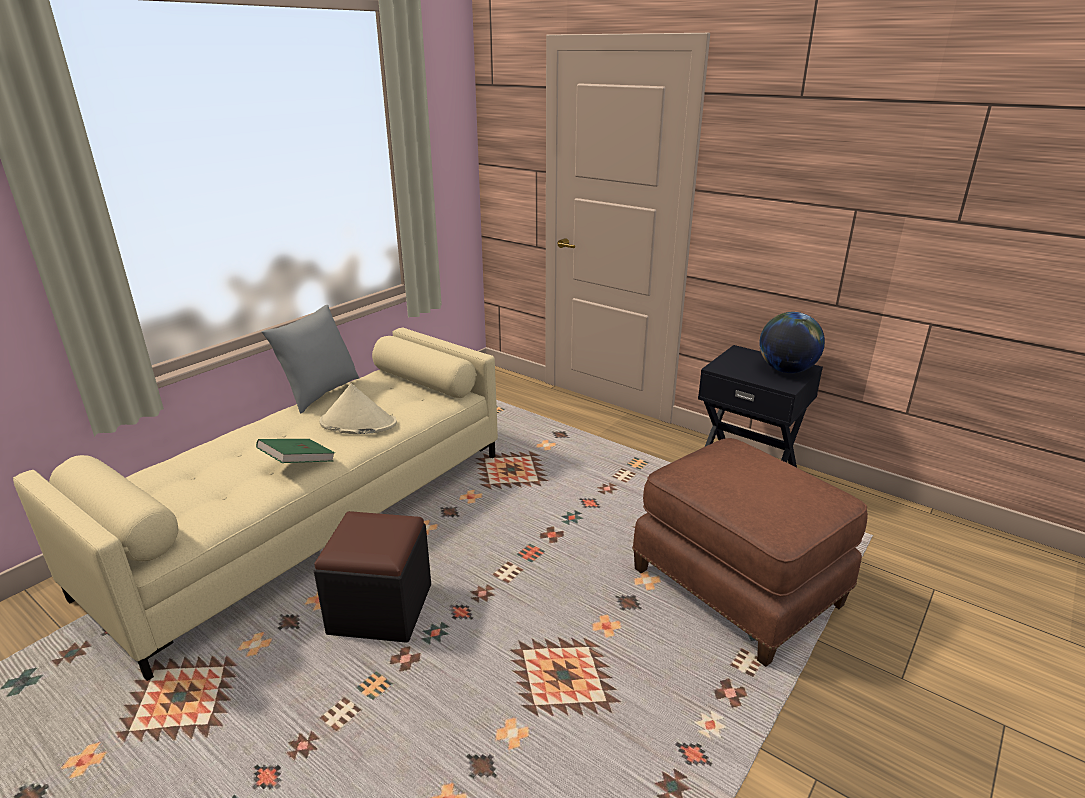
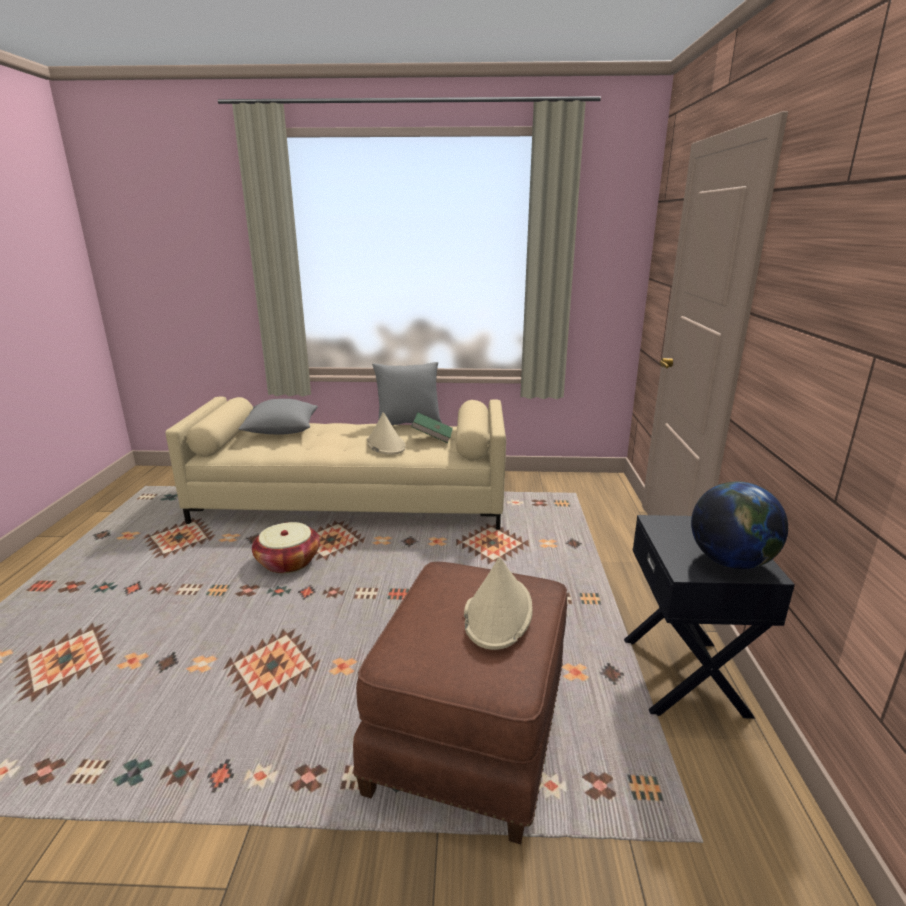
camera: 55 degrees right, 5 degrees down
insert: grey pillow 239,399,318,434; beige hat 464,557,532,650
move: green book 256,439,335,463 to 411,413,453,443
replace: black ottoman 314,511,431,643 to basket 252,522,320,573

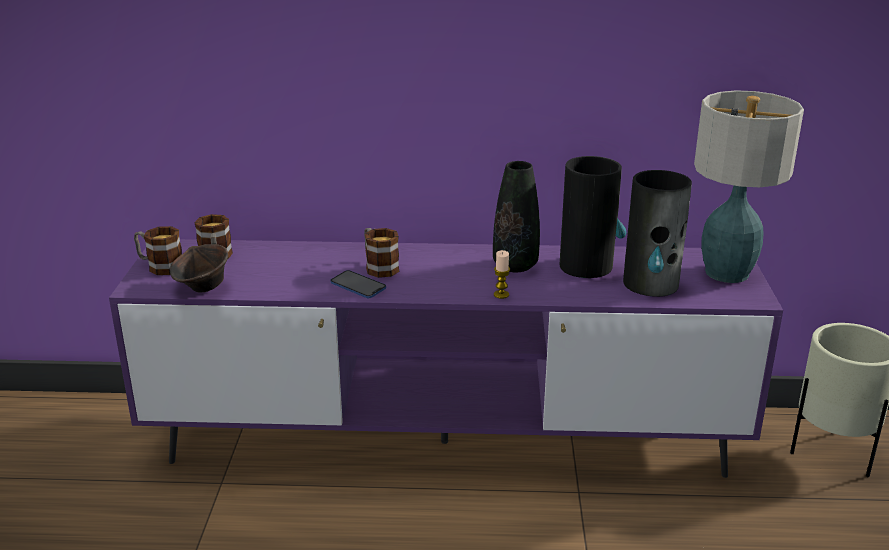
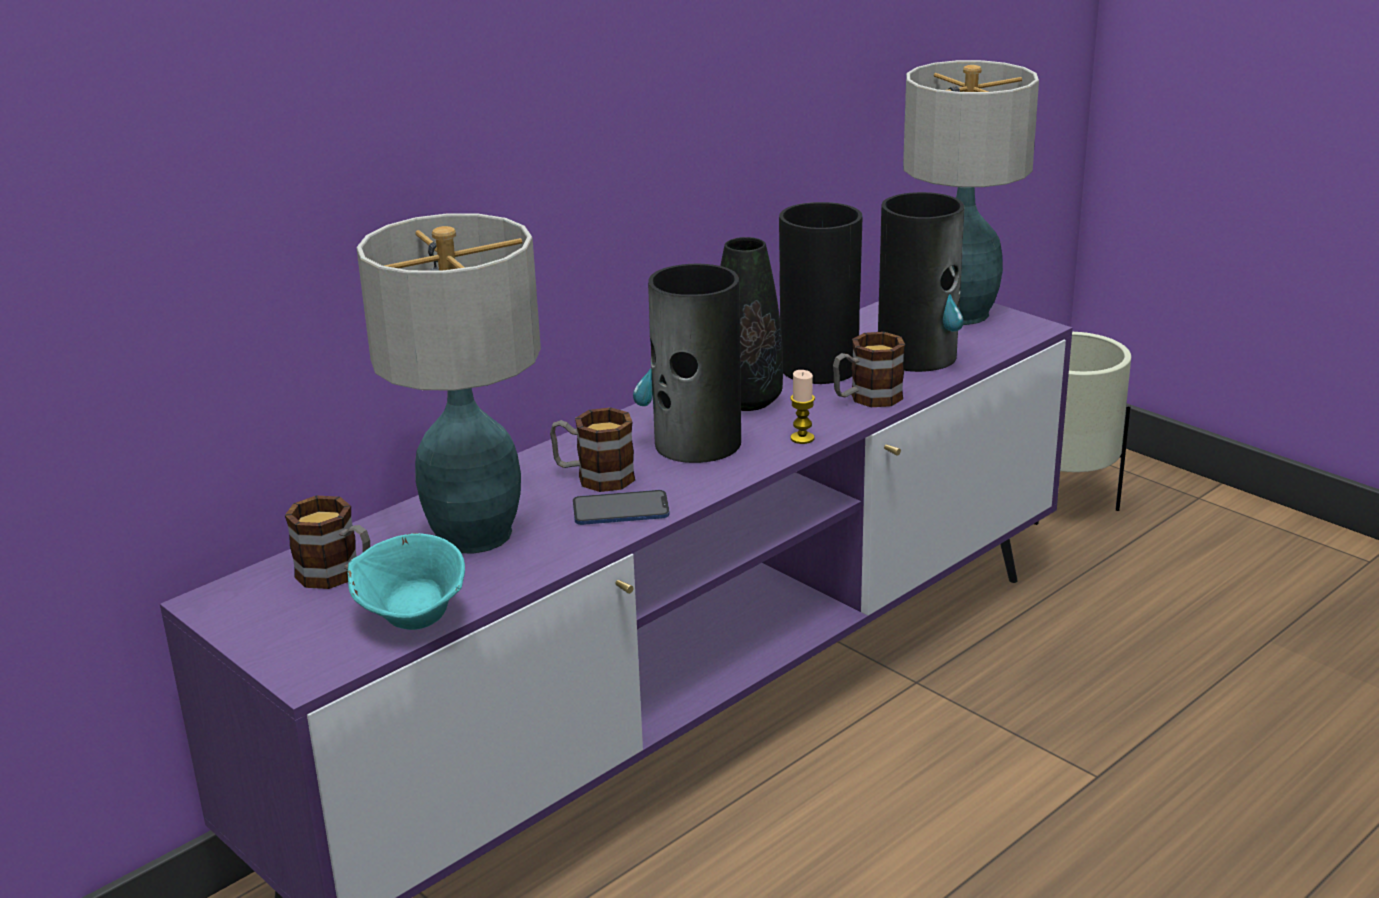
camera: 45 degrees left, 0 degrees up
insert: table lamp 356,213,541,554; vase 633,264,741,463
move: mug 134,226,182,275 to 833,332,905,407
recolor: brown bowl 170,244,228,293 to turquoise bowl 348,533,465,630

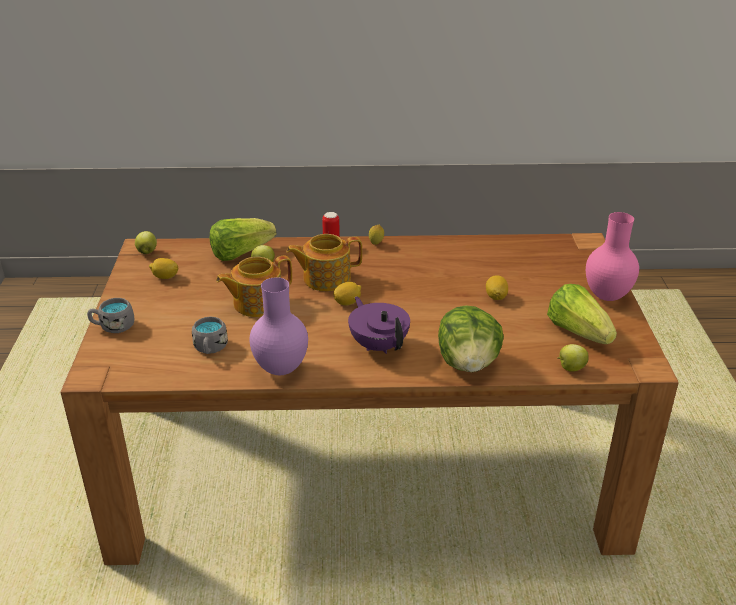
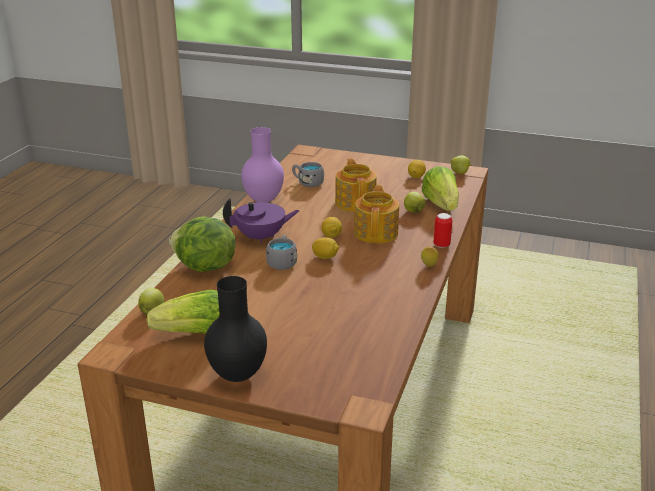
camera: 110 degrees right, 5 degrees down
move: lemon 486,275,508,300 to 312,237,339,259; grey mug 87,298,134,333 to 266,235,297,270
recolor: pink vase 586,212,639,301 to black vase 204,276,267,382

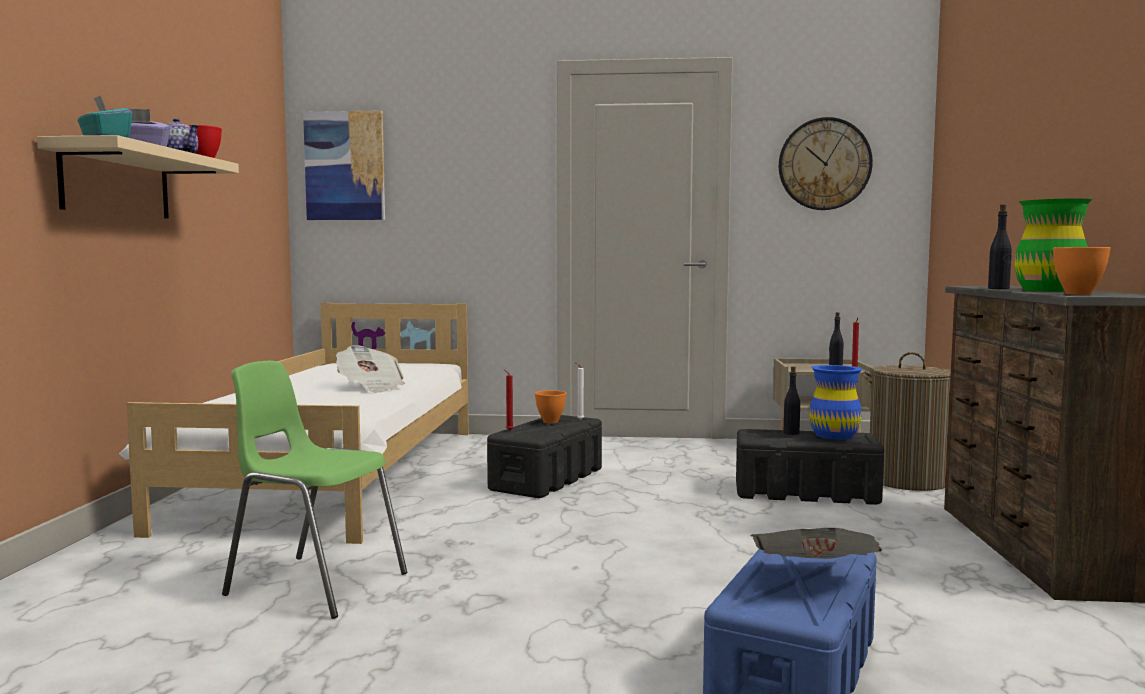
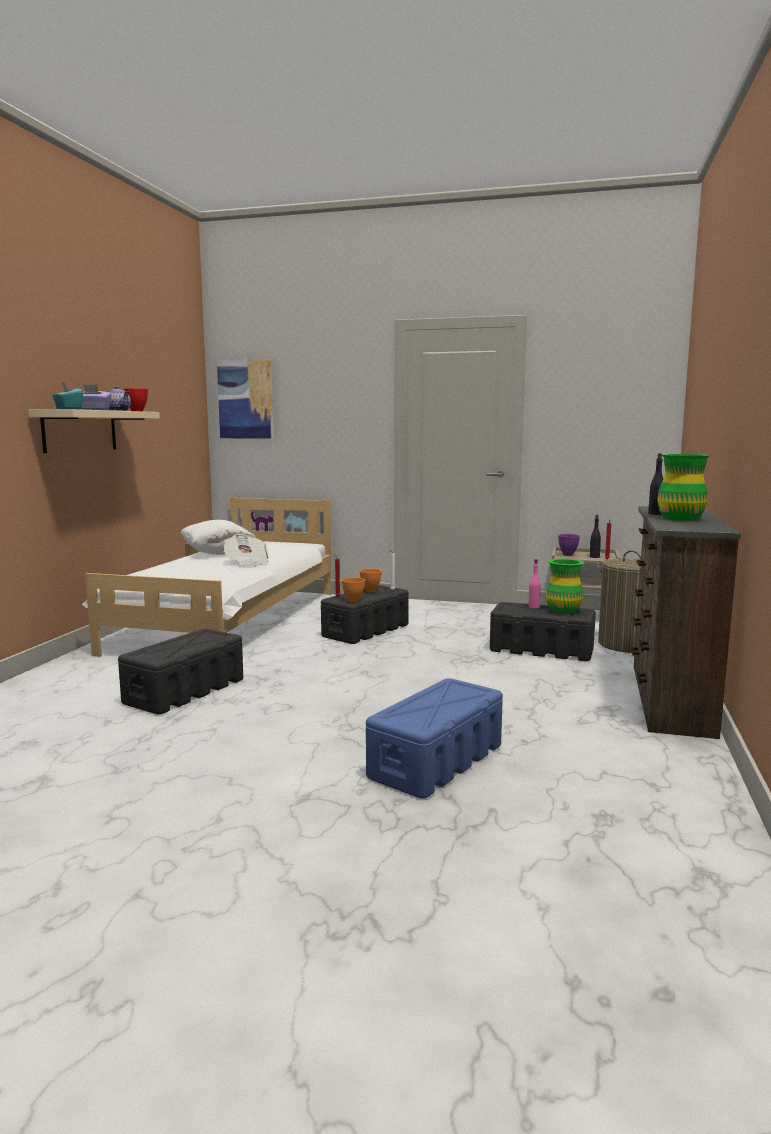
camera: 10 degrees right, 5 degrees up
delete: wall clock 779,117,873,210; newspaper 751,528,883,559
insert: white pillow 180,520,256,555; purple bowl 558,534,580,556
move: orange bowl 1053,247,1111,295 to 342,577,365,603
replace: green chair 222,361,407,619 to black storage box 118,629,243,714
recolor: blue vase 809,365,862,440 to green vase 546,559,585,614; black bottle 784,367,800,435 to pink bottle 528,559,541,608

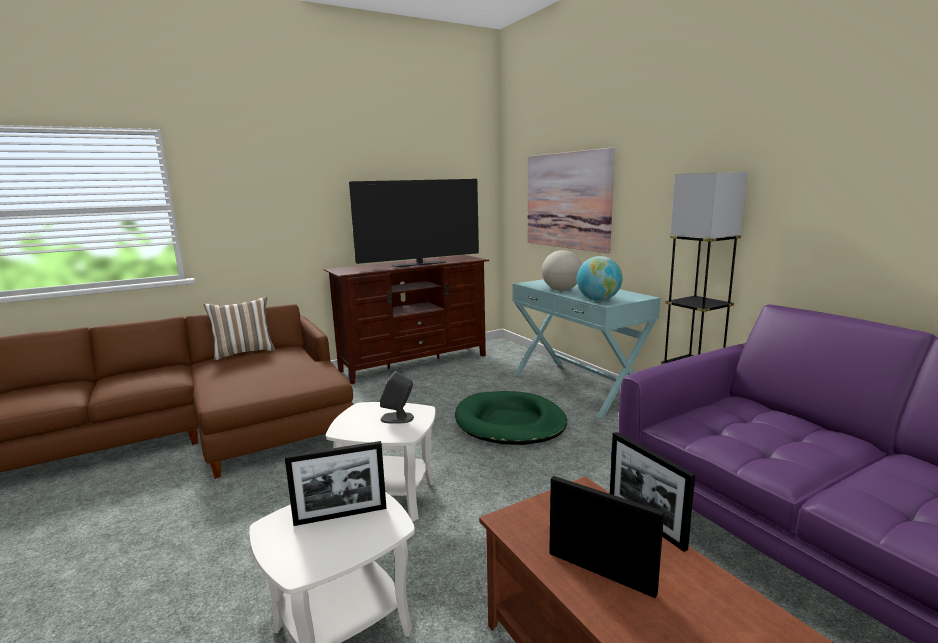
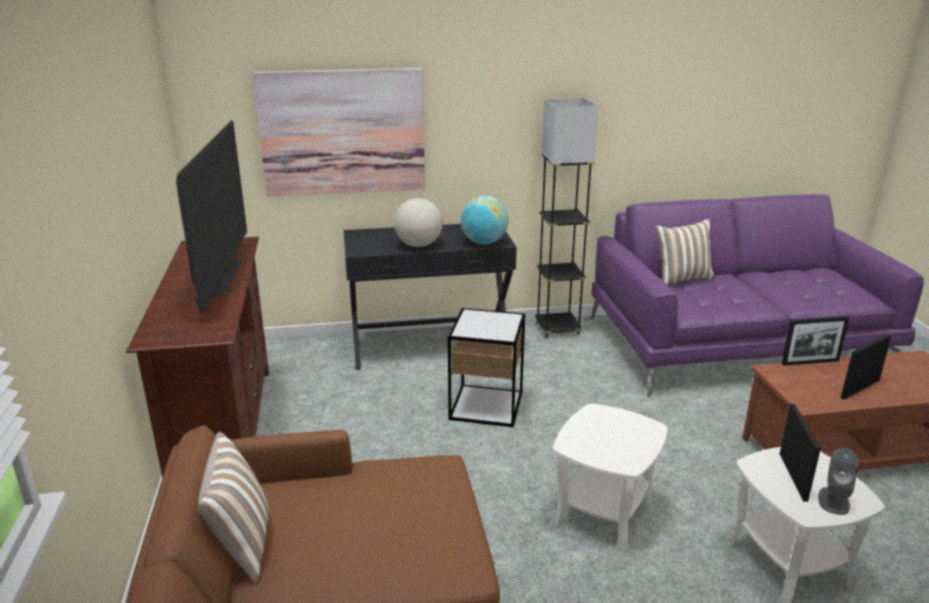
camera: 70 degrees left, 10 degrees up
insert: pillow 656,219,715,286
move: grey speaker 380,371,414,424 to 818,449,858,515
replace: green dog bed 455,391,567,445 to side table 448,308,525,427
recolor: turquoise console table 513,279,660,418 to black console table 344,224,517,370

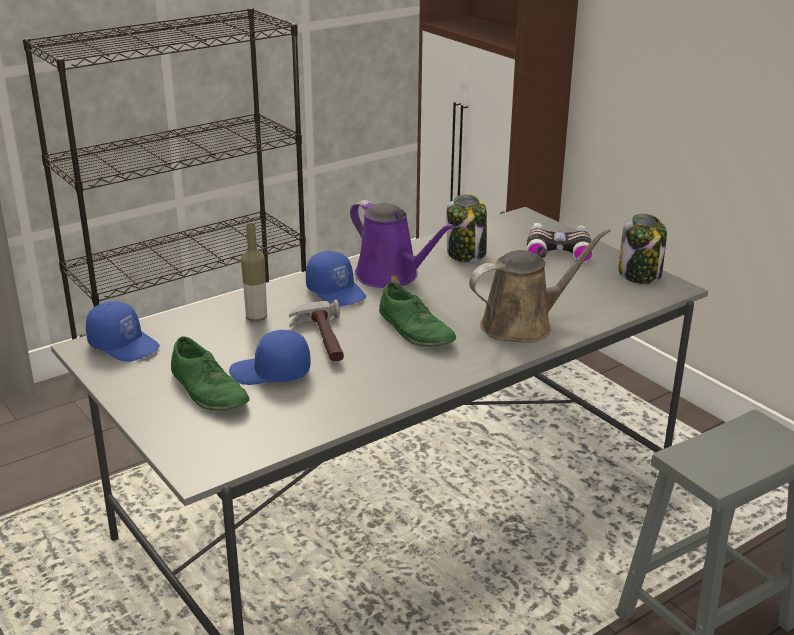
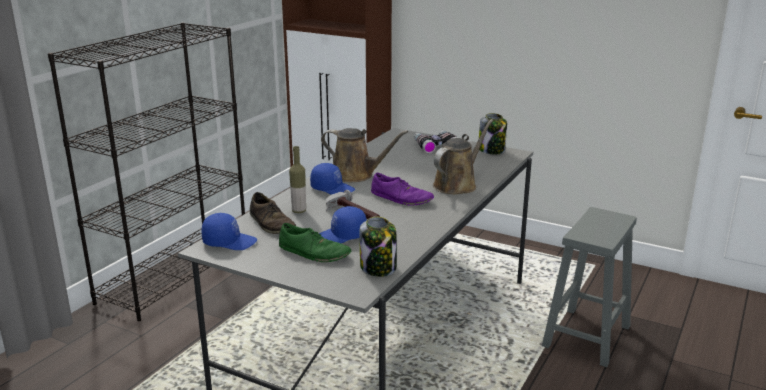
camera: 25 degrees left, 5 degrees down
insert: brown shoe 250,192,296,234
move: jar 446,194,487,262 to 359,217,397,277
recolor: purple watering can 350,200,455,288 to brown watering can 321,128,408,182; green shoe 379,282,456,347 to purple shoe 371,173,434,206

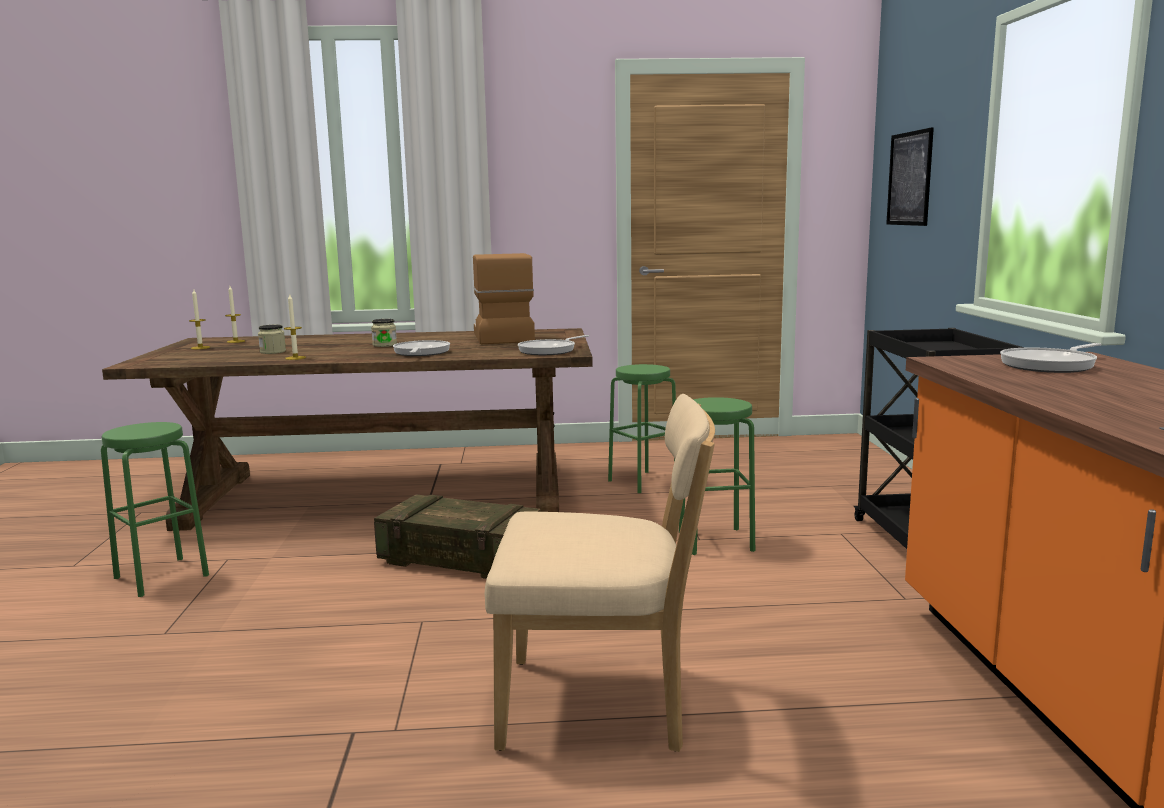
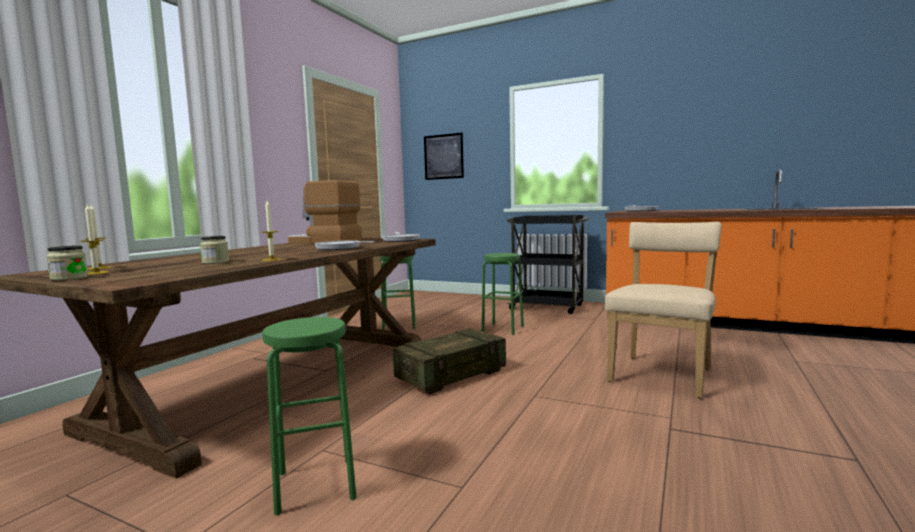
camera: 60 degrees left, 5 degrees down
move: jar 371,319,397,347 to 46,245,88,281

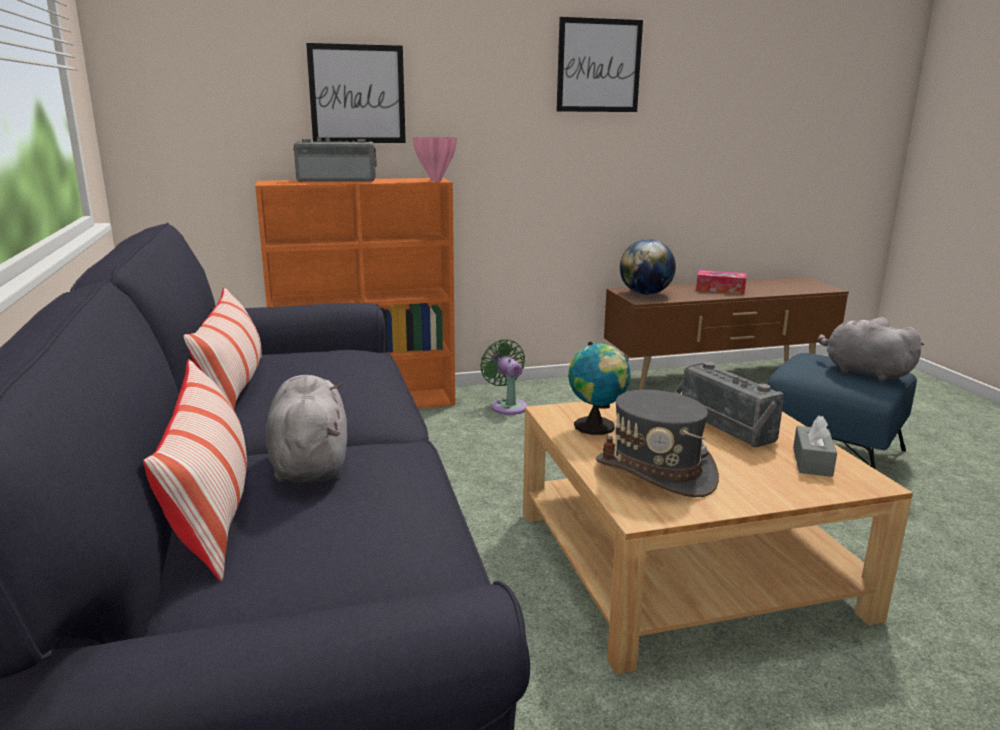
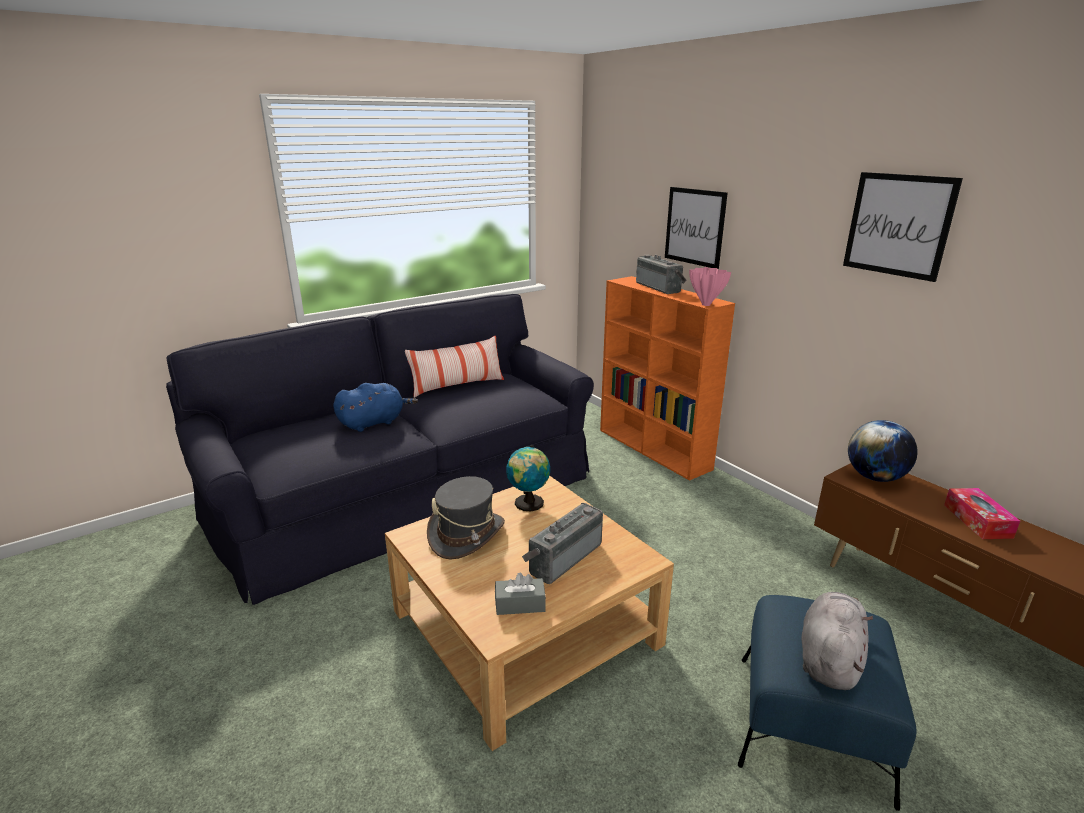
camera: 70 degrees right, 5 degrees up
delete: green fan 480,339,528,415; pillow 143,359,247,581
recolor: grey plush toy 265,375,347,483 to blue plush toy 333,383,418,432

